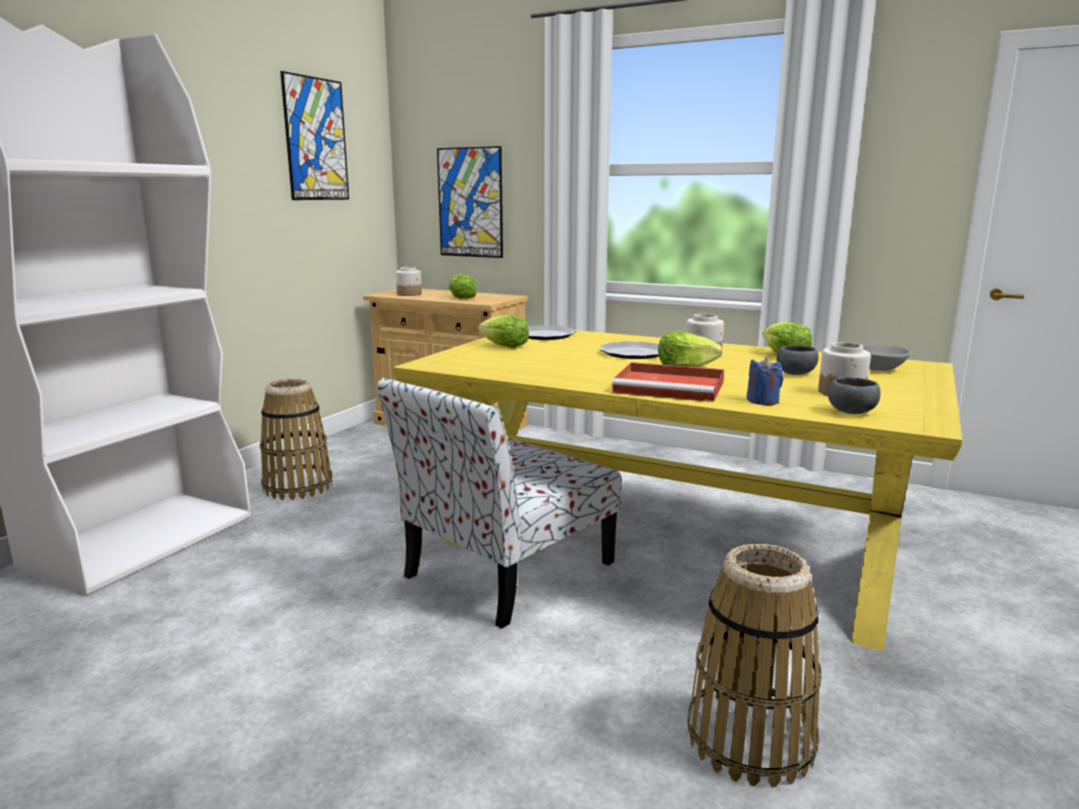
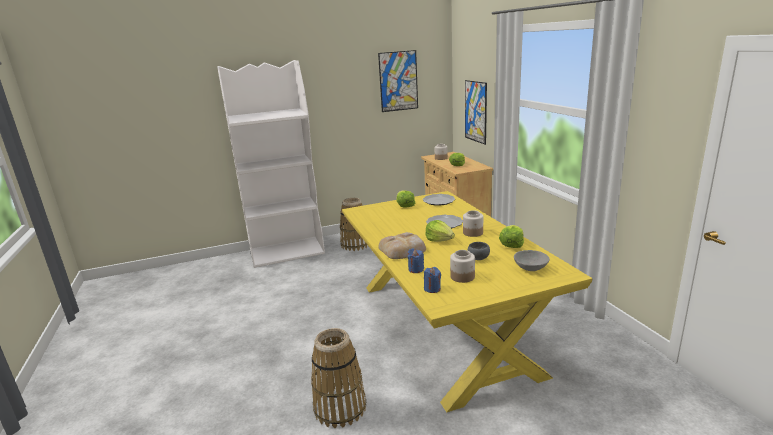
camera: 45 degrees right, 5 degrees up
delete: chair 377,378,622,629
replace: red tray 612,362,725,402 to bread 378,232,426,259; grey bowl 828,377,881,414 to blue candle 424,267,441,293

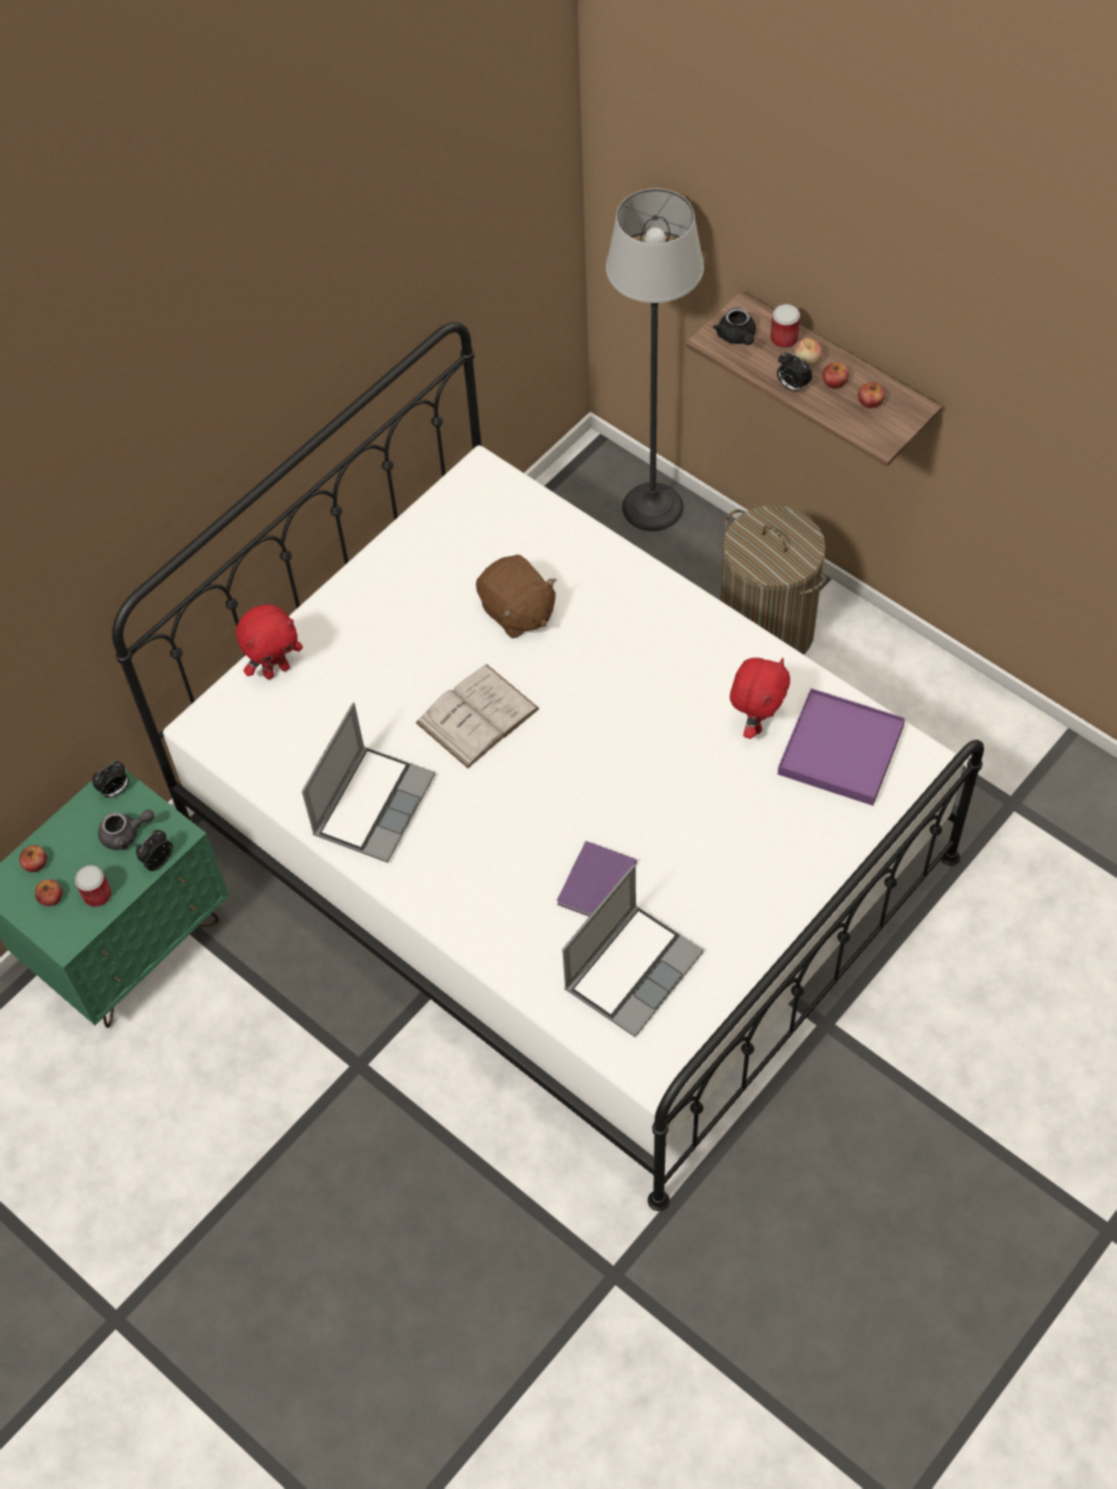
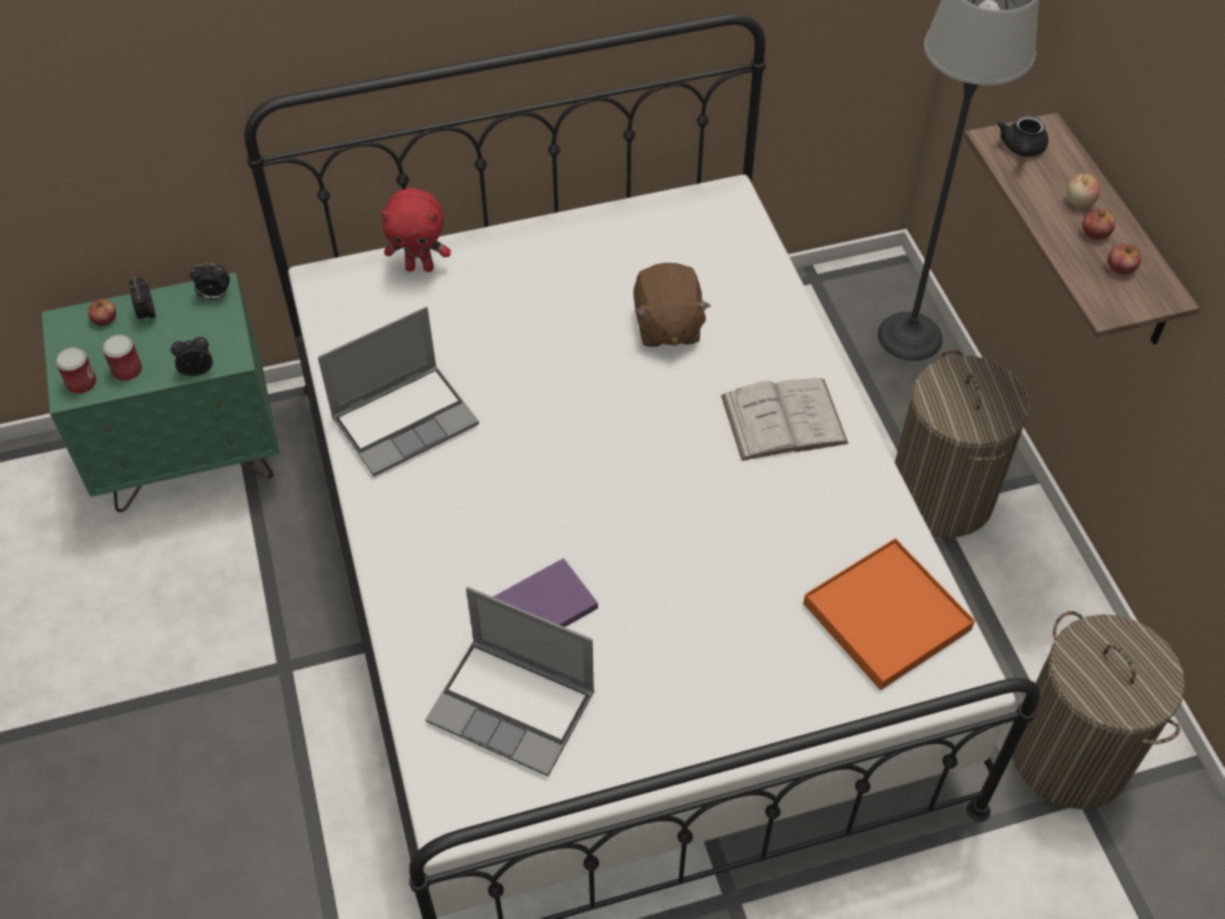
camera: 30 degrees right, 5 degrees down
delete: red plush toy 730,658,790,739; grey teapot 98,810,155,850; apple 35,879,63,906
insert: laundry basket 1012,611,1185,809
move: can 770,304,800,348 to 56,347,97,394; alarm clock 777,352,812,393 to 129,277,156,324; white book 415,665,540,768 to 721,378,848,461
recolor: purple tray 778,688,905,806 to orange tray 803,538,975,690
rotate: laptop 562,864,704,1037 = 425,587,595,776 45 degrees clockwise

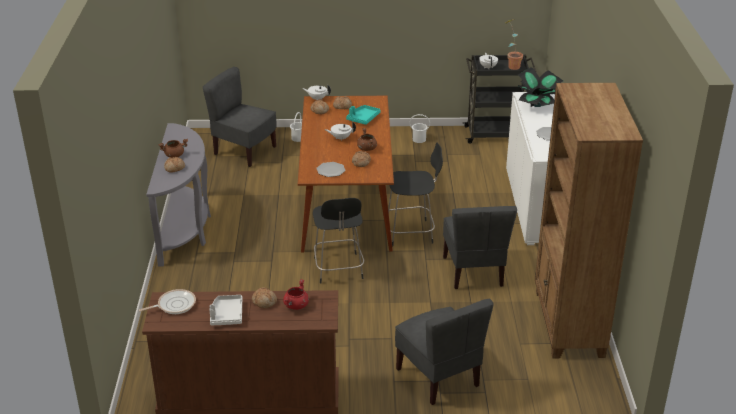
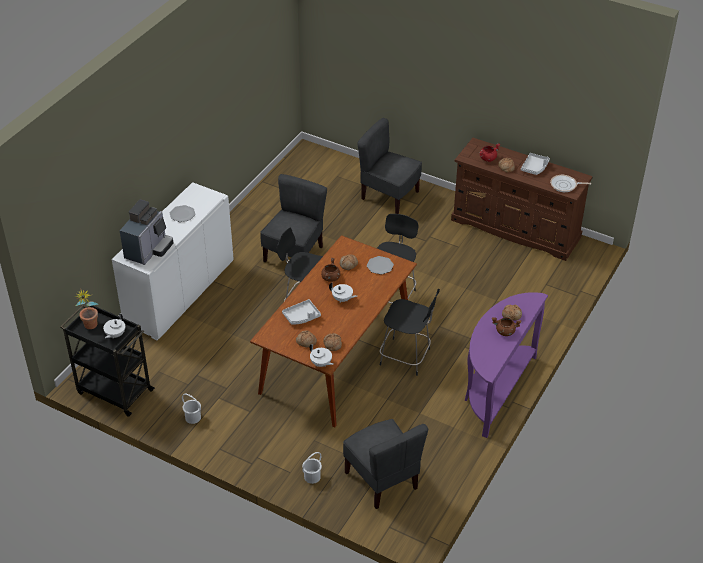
camera: 150 degrees left, 10 degrees up
delete: brown bookcase 535,83,643,359
insert: black stool 380,289,440,376
replace: potted plant 518,67,563,107 to coffee machine 120,200,173,265
recolor: turquoise tray 346,105,381,125 to grey tray 282,299,321,324; grey console table 146,123,211,267 to purple console table 465,292,548,438
rotate: grey chair 395,299,494,405 = 357,118,422,214 60 degrees counterclockwise

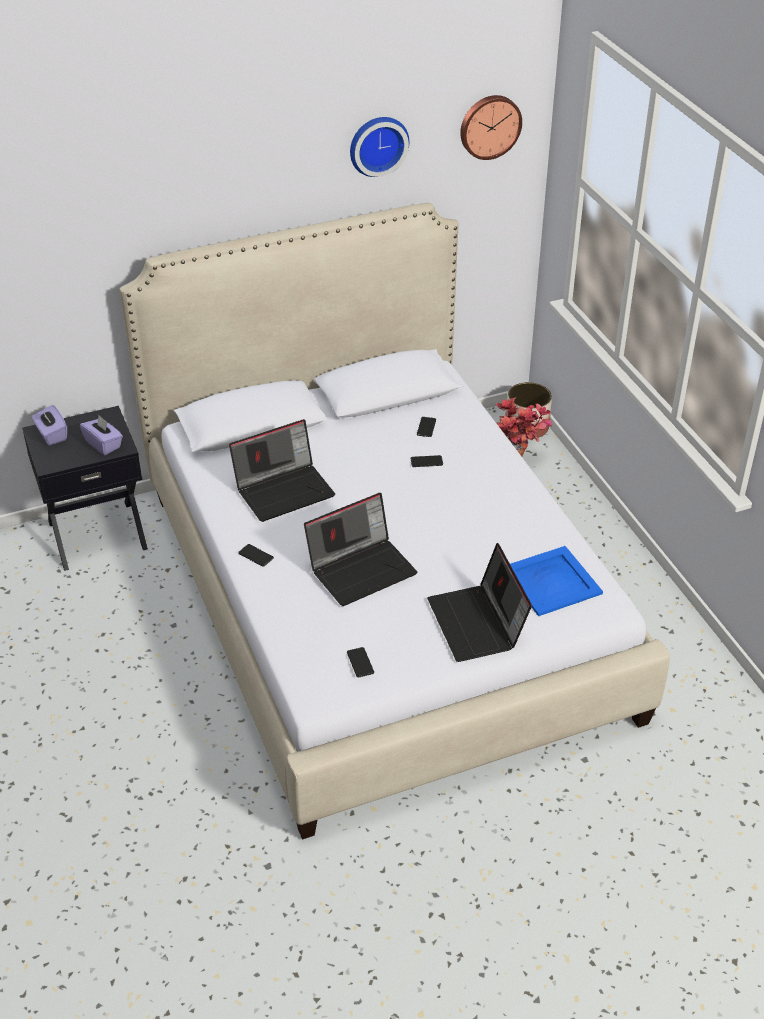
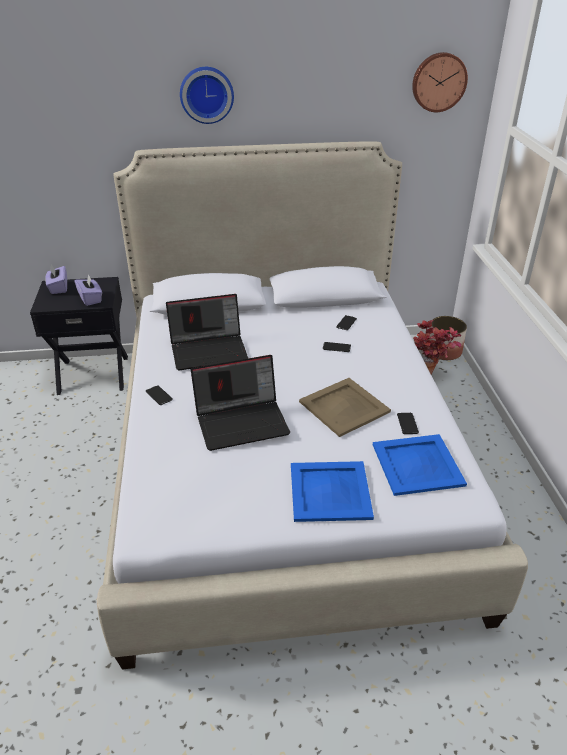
camera: 15 degrees right, 5 degrees down
insert: beige tray 299,378,391,437
move: wall clock 350,117,409,177 to 180,67,234,124; phone 347,647,374,677 to 397,413,419,434
replace: laptop 427,543,532,662 to blue tray 291,461,374,522

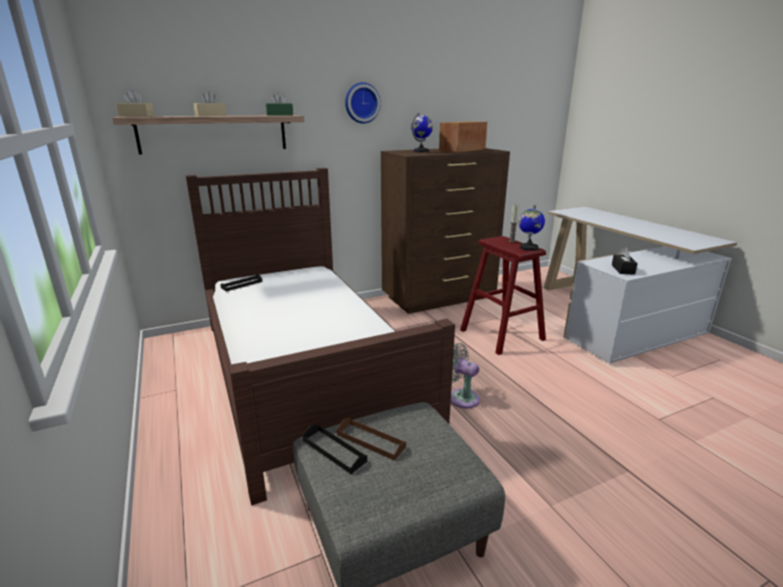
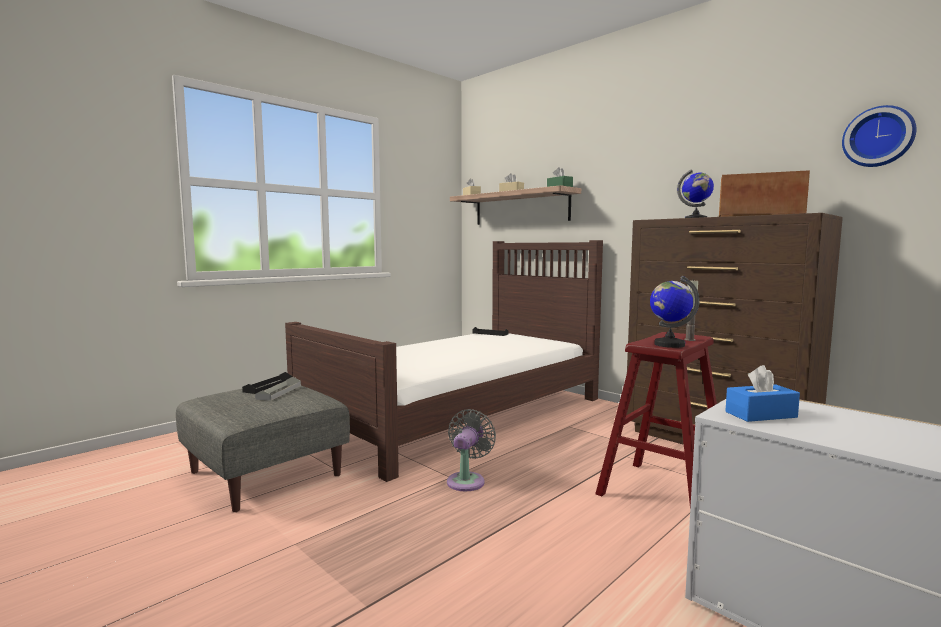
camera: 70 degrees right, 15 degrees down
move: wall clock 345,82,381,123 to 842,105,916,167
recolor: black tissue box 612,247,638,275 to blue tissue box 725,365,800,422; brown tray 337,418,406,461 to grey tray 255,377,301,401

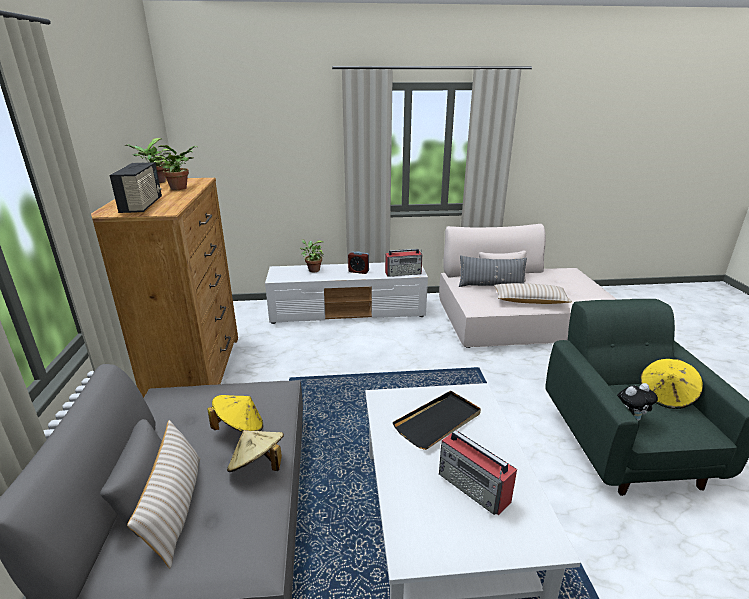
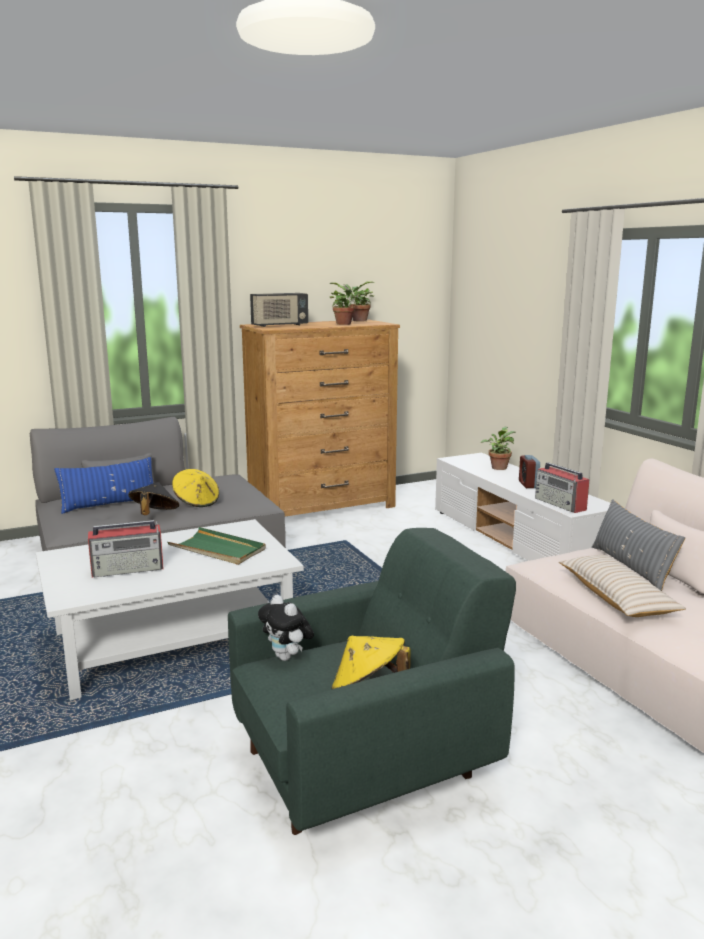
camera: 70 degrees right, 10 degrees down
recolor: black tray 393,391,481,450 to green tray 167,527,266,565; beige pillow 127,420,200,569 to blue pillow 54,457,153,514; beige hat 227,430,284,472 to black hat 128,482,179,515
rotate: radio 439,430,517,515 = 88,520,164,578 135 degrees counterclockwise

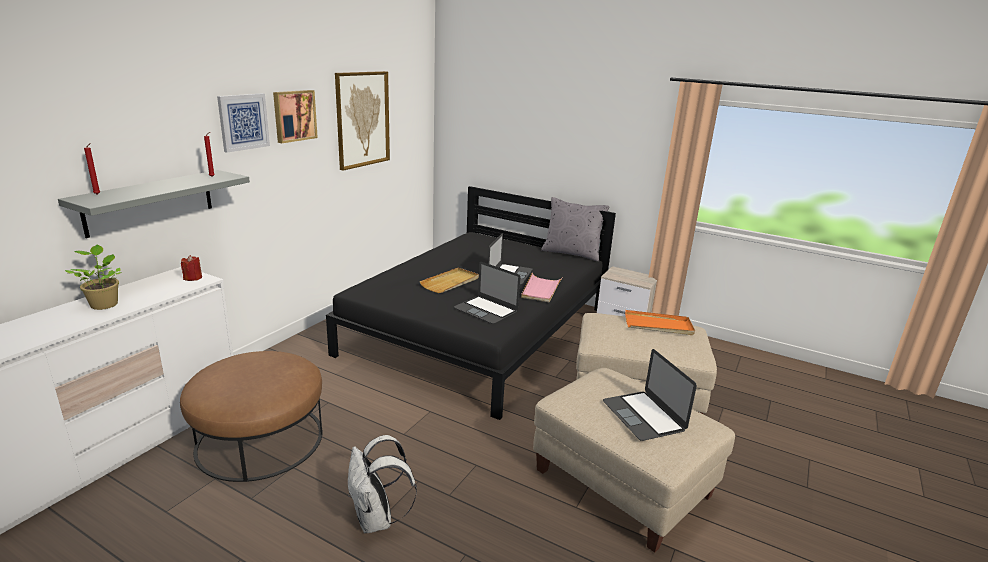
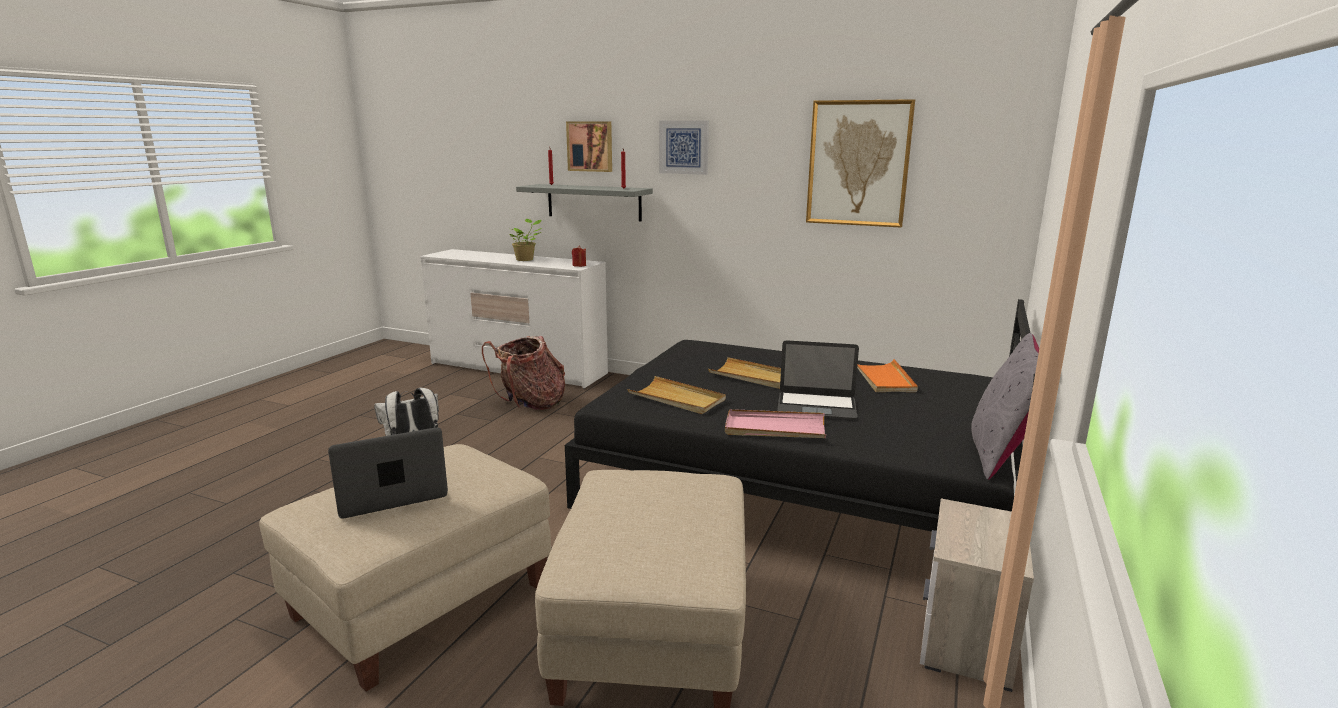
camera: 85 degrees right, 5 degrees down
move: picture 273,90,318,143 to 566,121,612,172; orange tray 625,310,695,335 to 857,359,918,392
replace: laptop 454,262,521,324 to beige tray 627,376,726,414; brown ottoman 180,351,323,482 to backpack 482,336,565,410

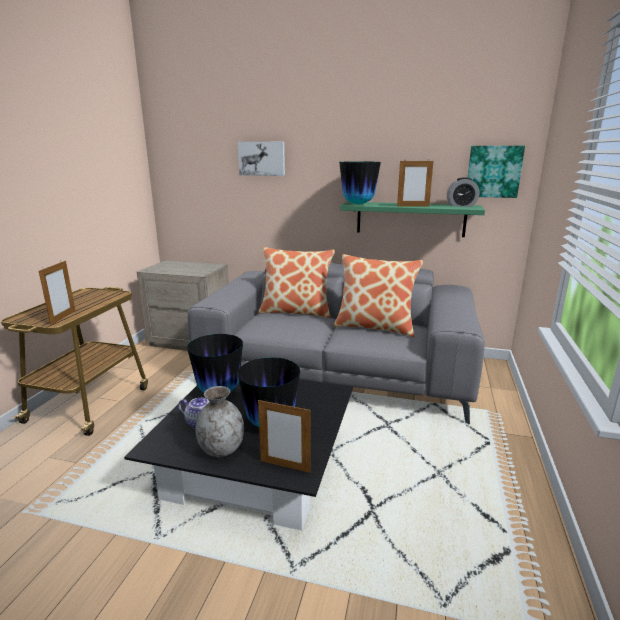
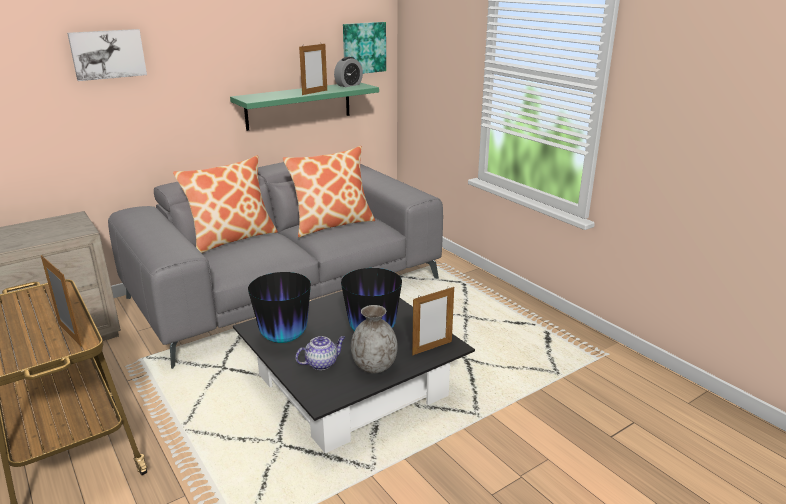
camera: 50 degrees left, 5 degrees up
delete: vase 339,161,381,204

